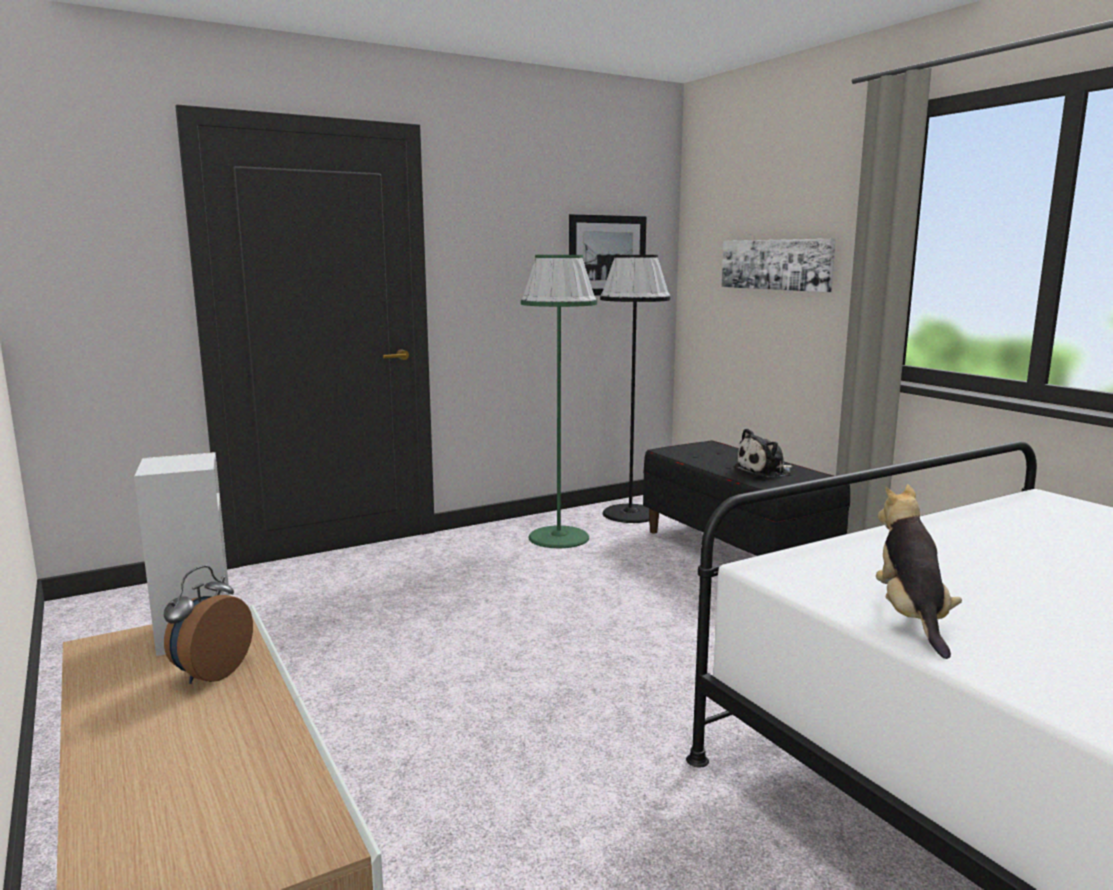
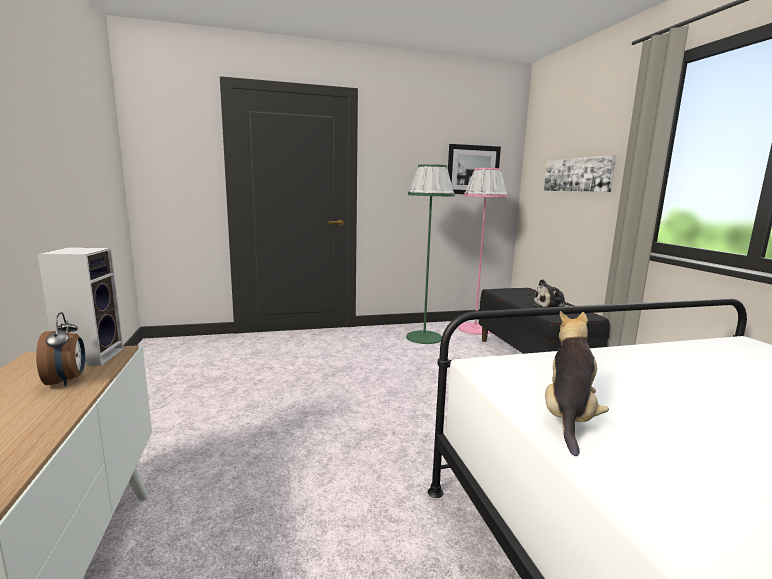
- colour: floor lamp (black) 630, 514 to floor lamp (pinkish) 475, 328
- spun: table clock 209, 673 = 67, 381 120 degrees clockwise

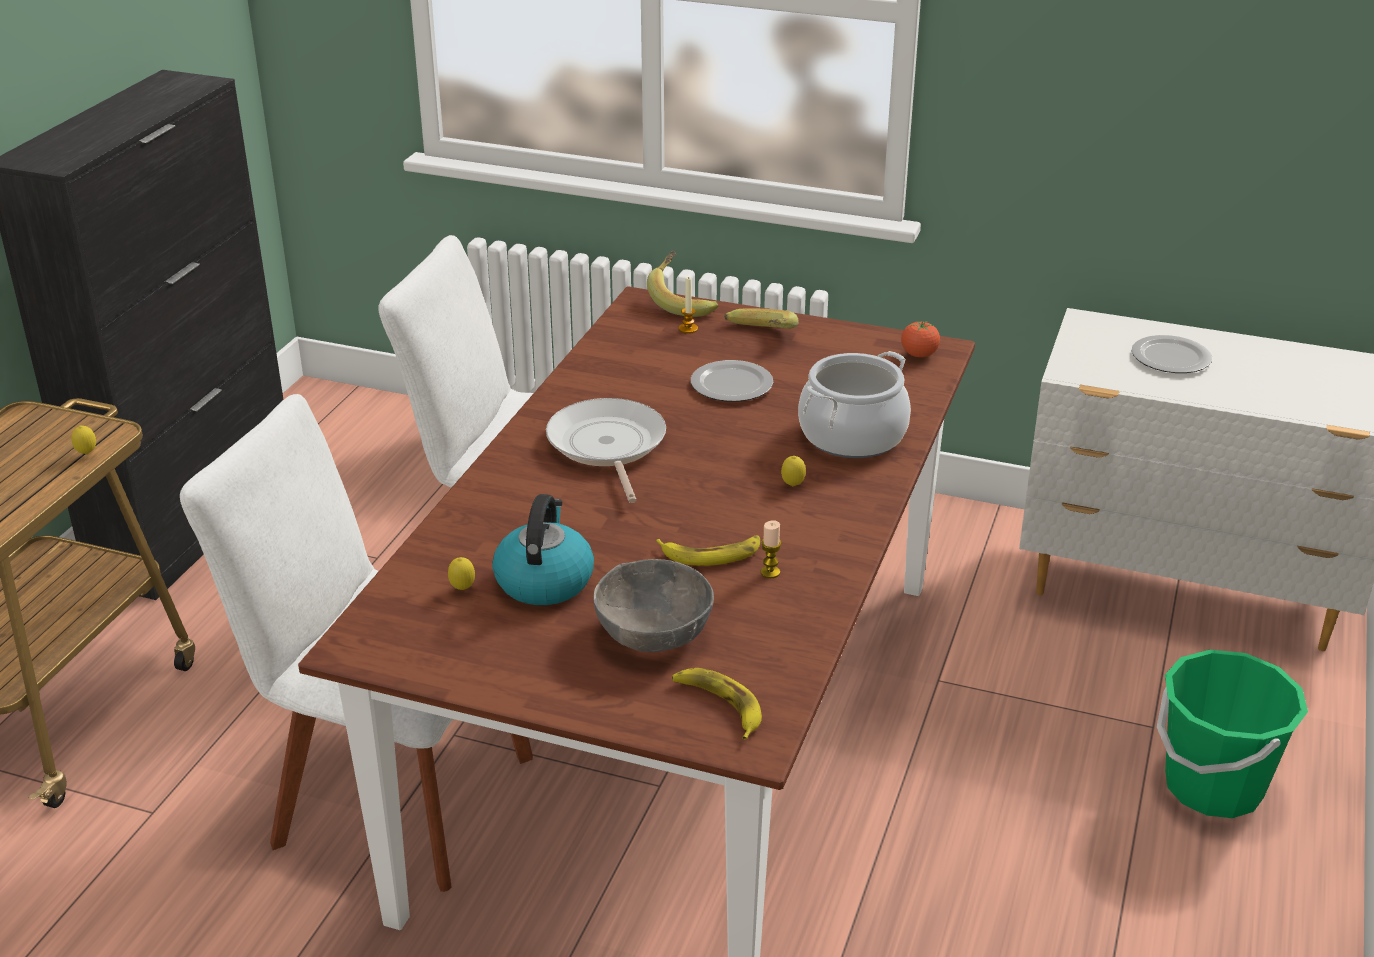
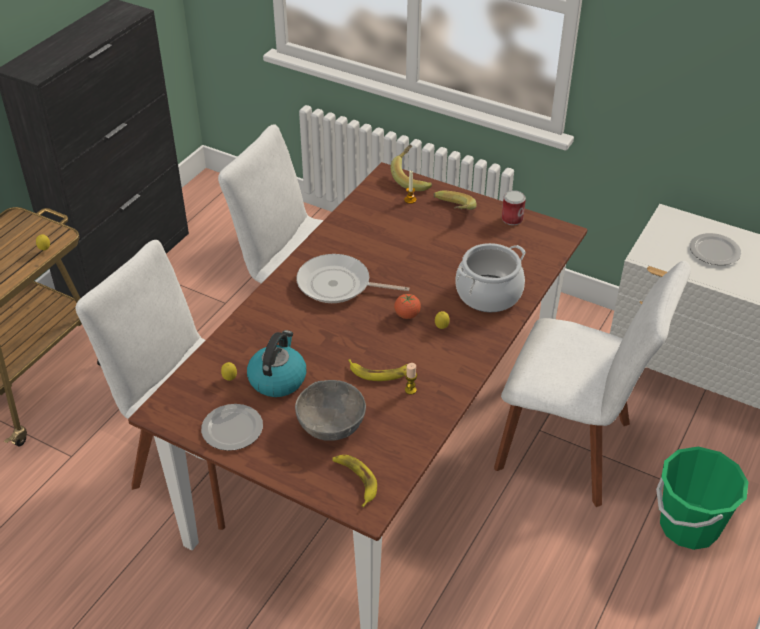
- relocated: whole tomato 919, 355 to 407, 315
- relocated: plate 731, 384 to 232, 428
- spun: skillet 607, 446 = 338, 285 75 degrees counterclockwise
- appeared: can 512, 219
- appeared: chair (white-coloured) 571, 448

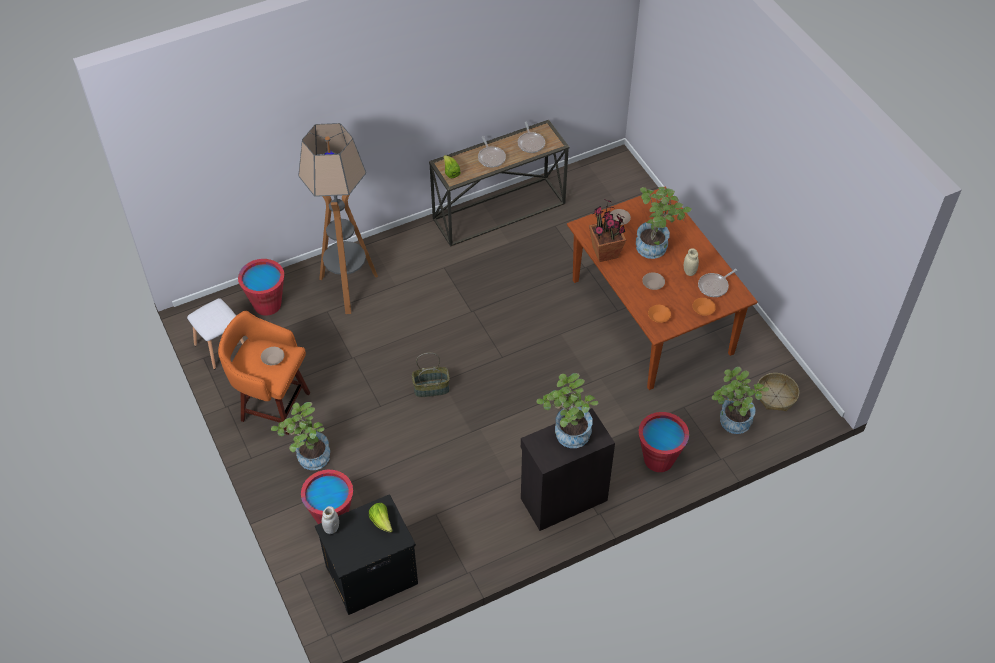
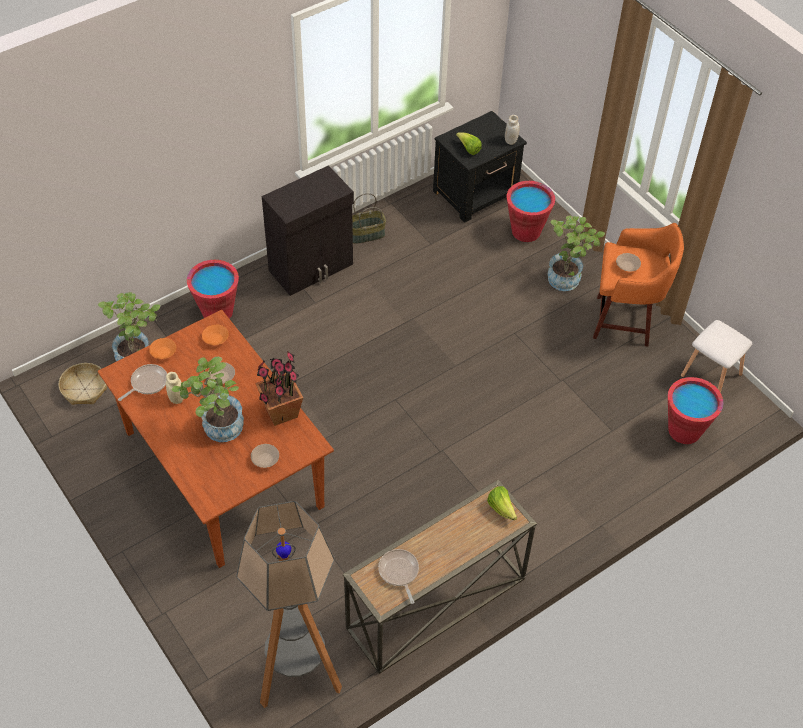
- relocated: floor lamp 348, 288 to 297, 676
- missing: skillet 491, 157
- relocated: storage basket 431, 388 to 366, 235
- missing: plant in a pot 567, 435

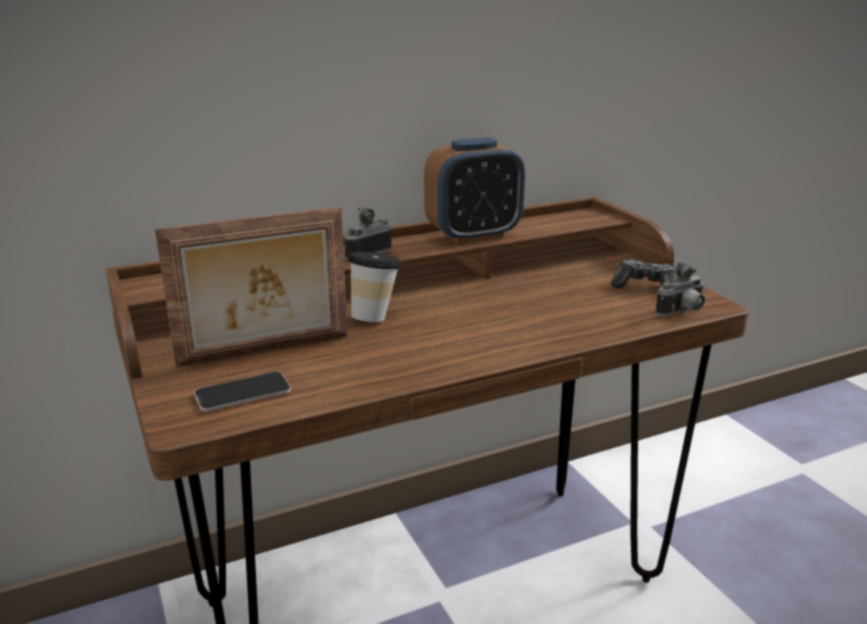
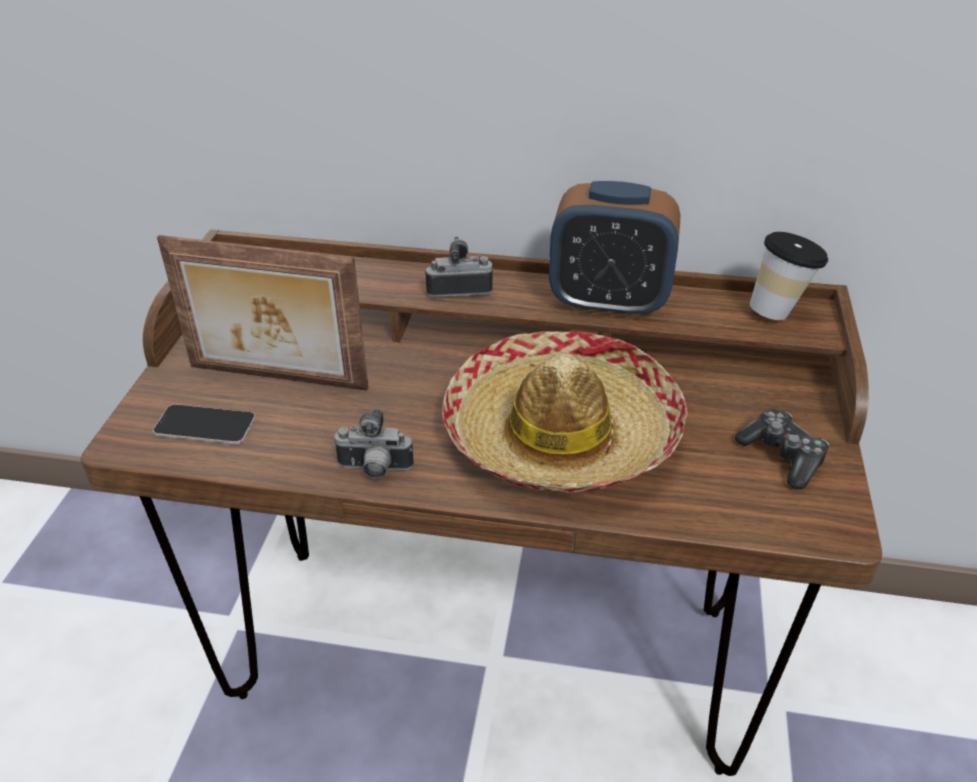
- relocated: small cup 375, 316 to 779, 310
- relocated: still camera 682, 312 to 374, 470
- appeared: hat 561, 432

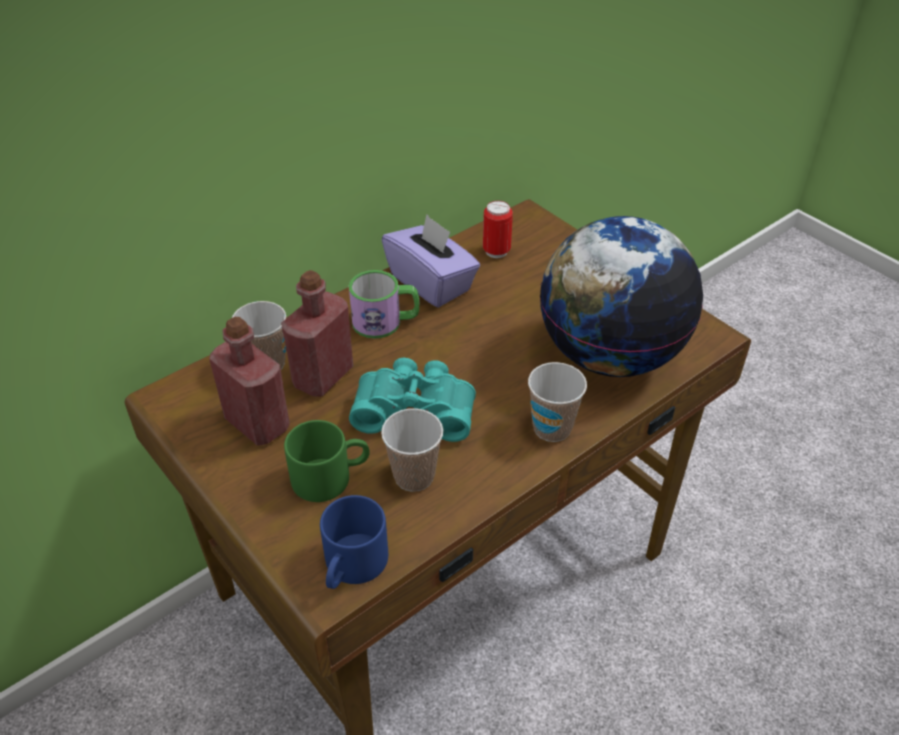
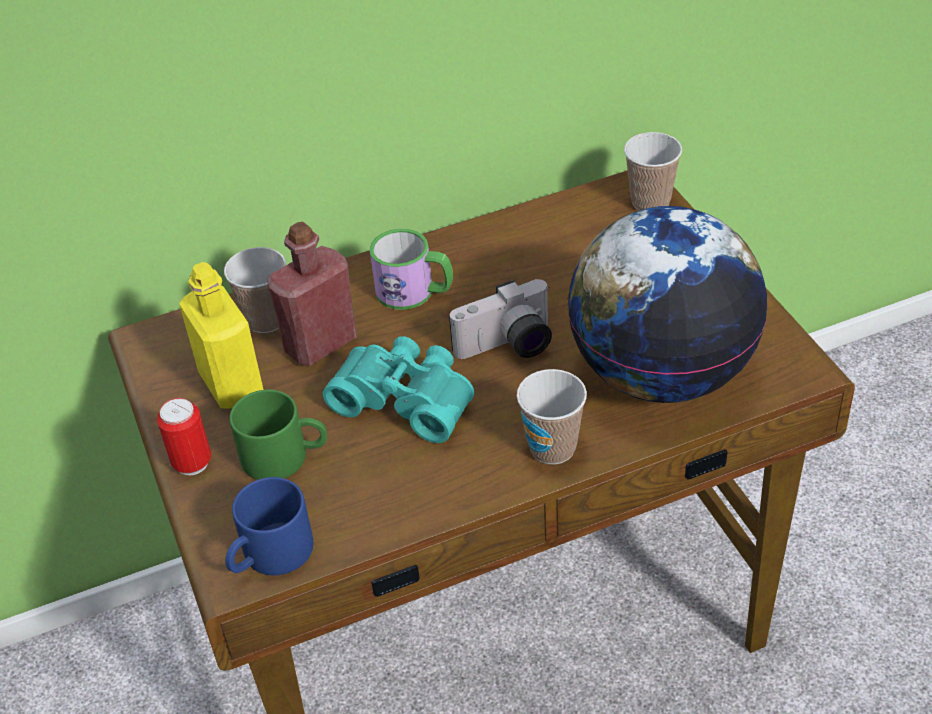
- relocated: can 496, 251 to 192, 463
- missing: box of tissues (purple-coloured) 431, 283
- colour: beverage bottle (red-coloured) 257, 423 to beverage bottle (yellow) 231, 384
- relocated: small cup 414, 476 to 650, 202
- appeared: still camera 508, 347

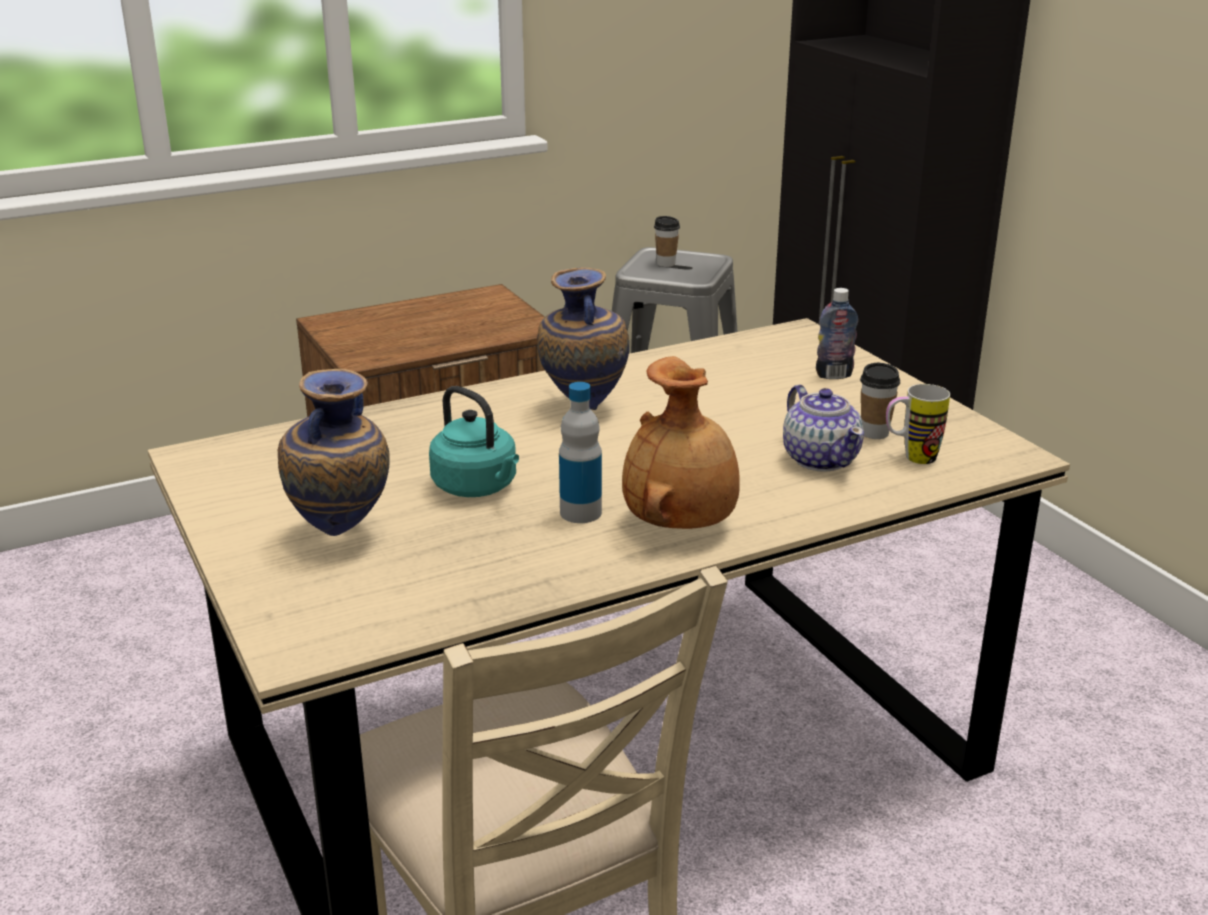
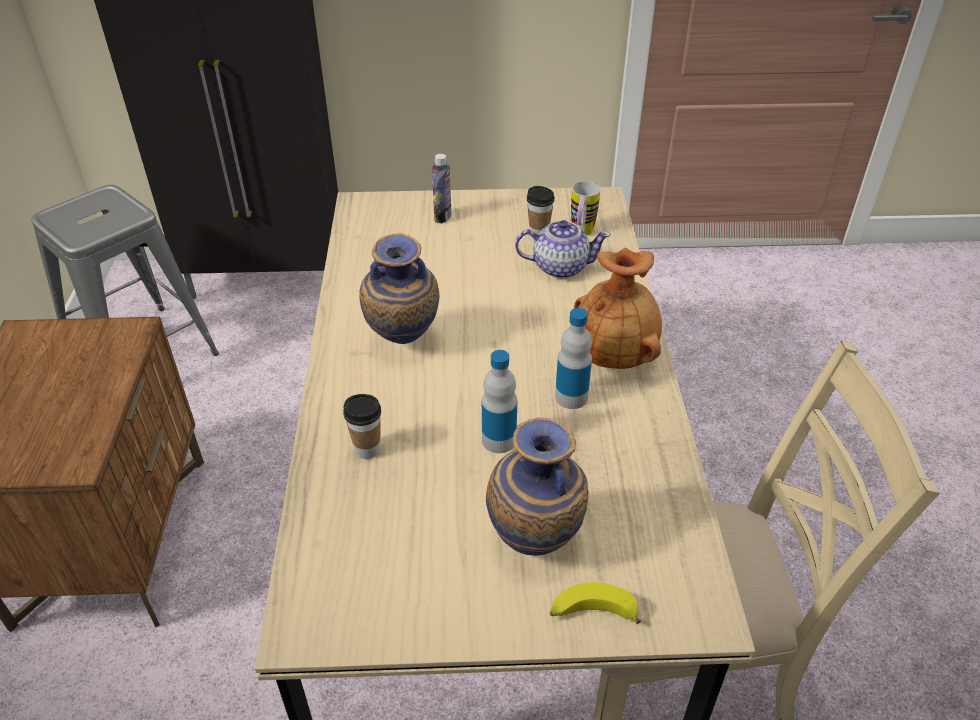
- relocated: small cup 666, 264 to 367, 449
- exchanged: tea kettle (blue-green) 478, 487 to beverage bottle 499, 440
- appeared: banana 592, 614

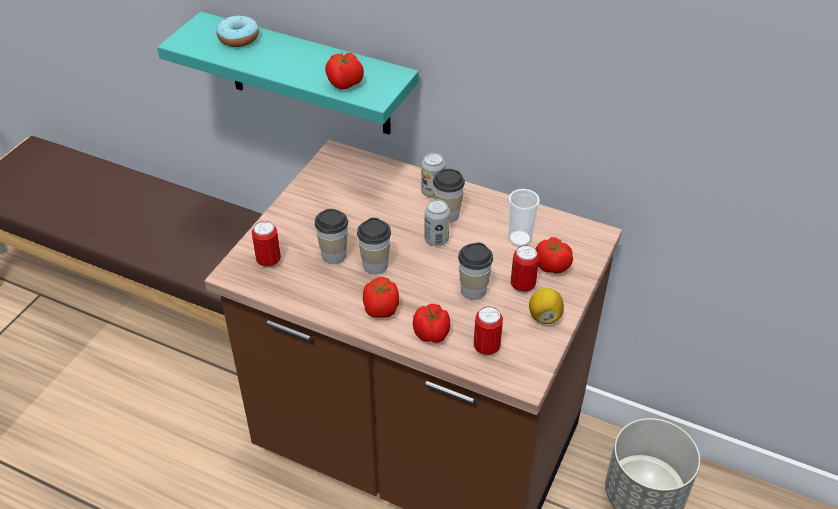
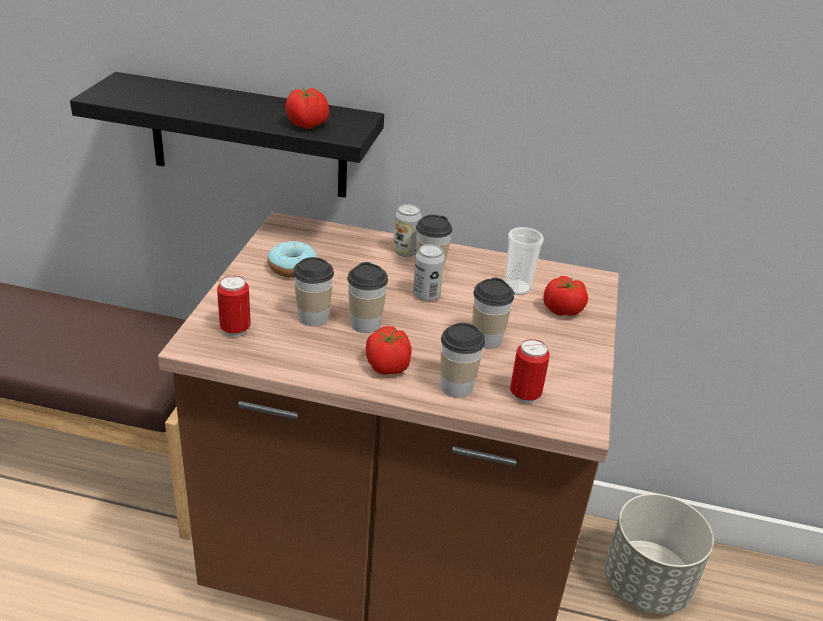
- colour: bracket shelf (blue-green) 308, 75 to bracket shelf (black) 248, 137
- relocated: donut 238, 38 to 292, 267
- missing: can 522, 286
- missing: whole lemon 544, 316
- exchanged: whole tomato 432, 334 to small cup 456, 387

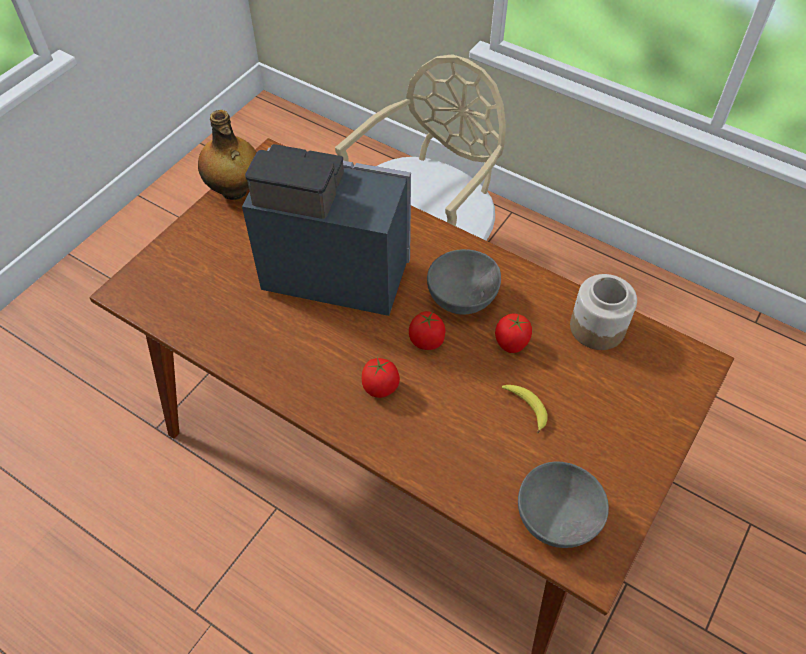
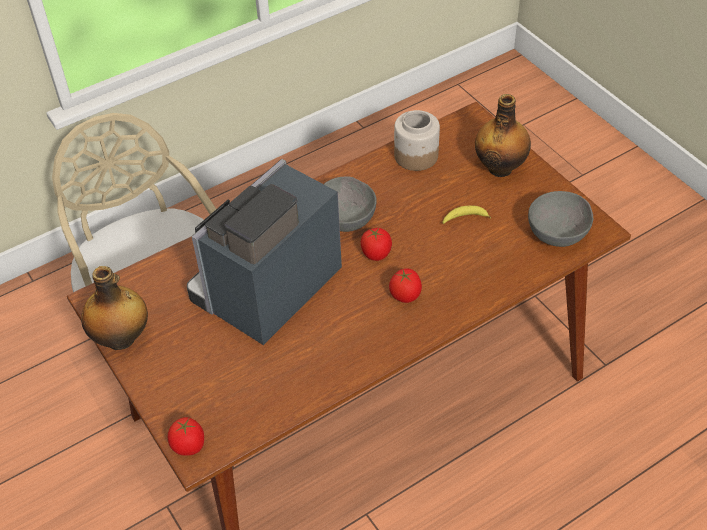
- relocated: whole tomato 511, 343 to 189, 446
- appeared: beverage bottle 500, 167

